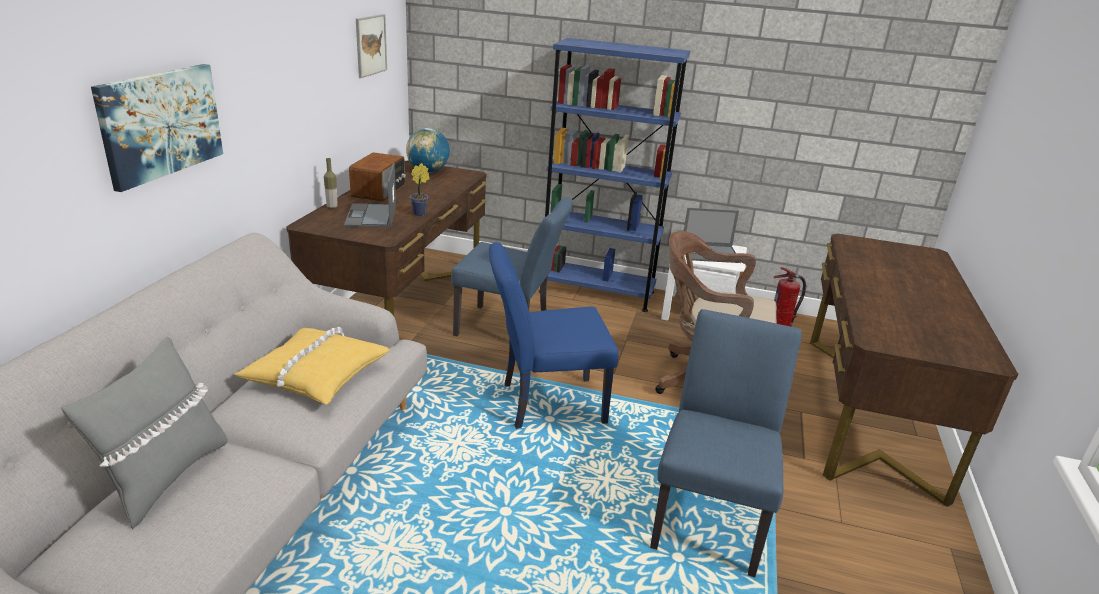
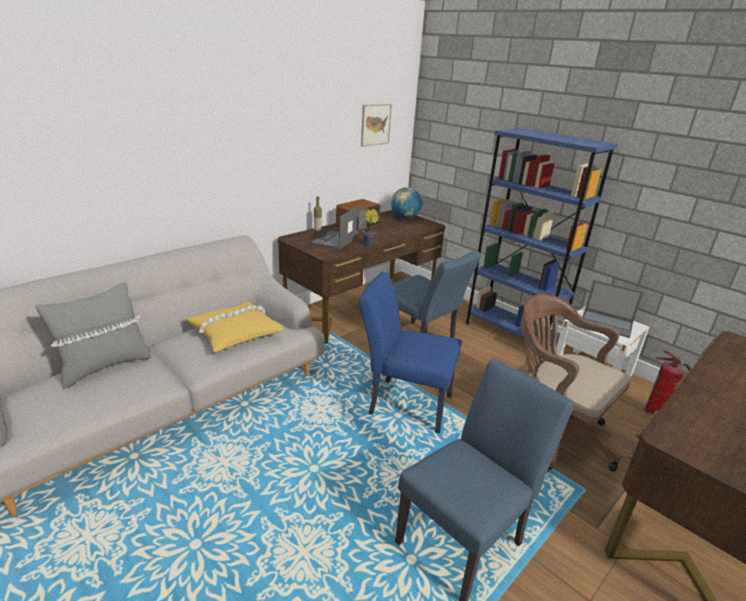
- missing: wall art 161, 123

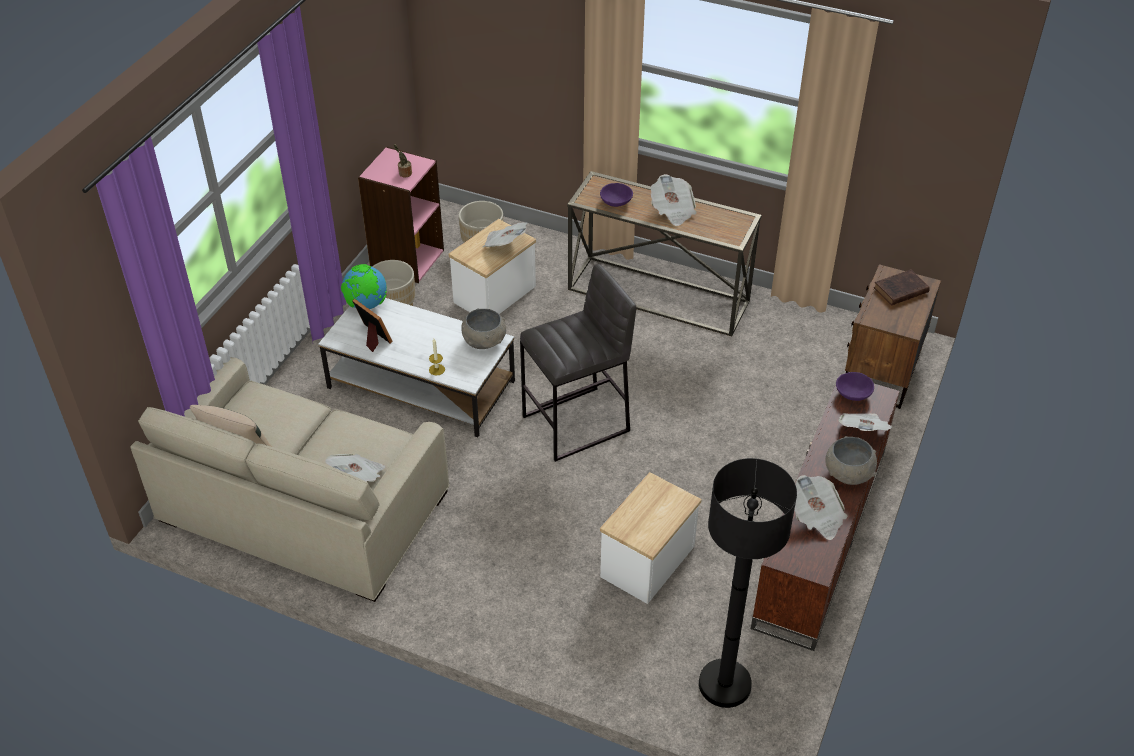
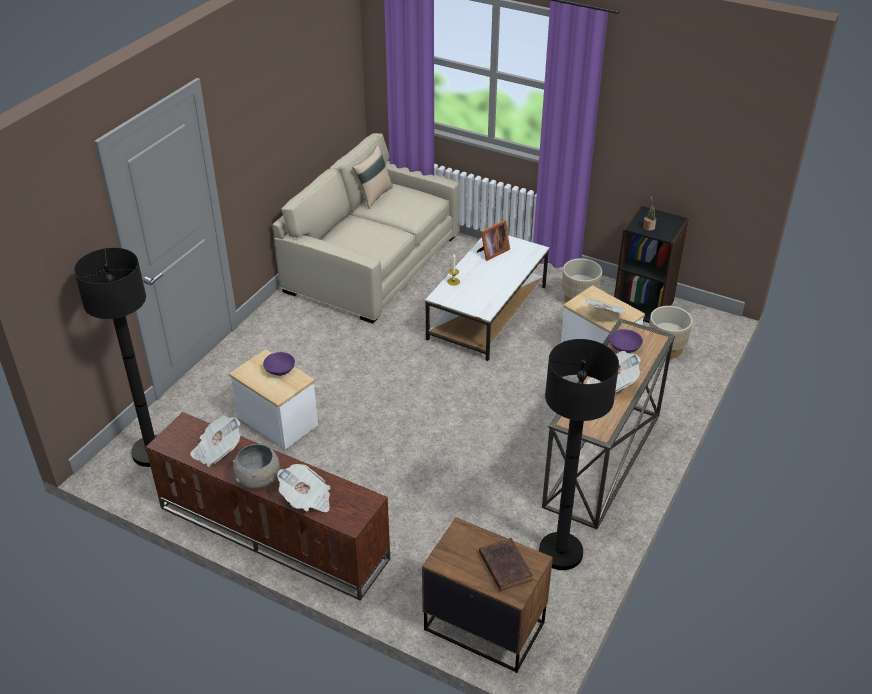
- colour: bookcase (pinkish) 406, 259 to bookcase (black) 643, 305
- missing: world globe 366, 305
- missing: stool (grey) 577, 424
- missing: deep dish (grey) 484, 342
- relocated: deep dish (purple-coloured) 853, 394 to 280, 370
- missing: daily paper 358, 477
- appeared: floor lamp (black) 560, 552

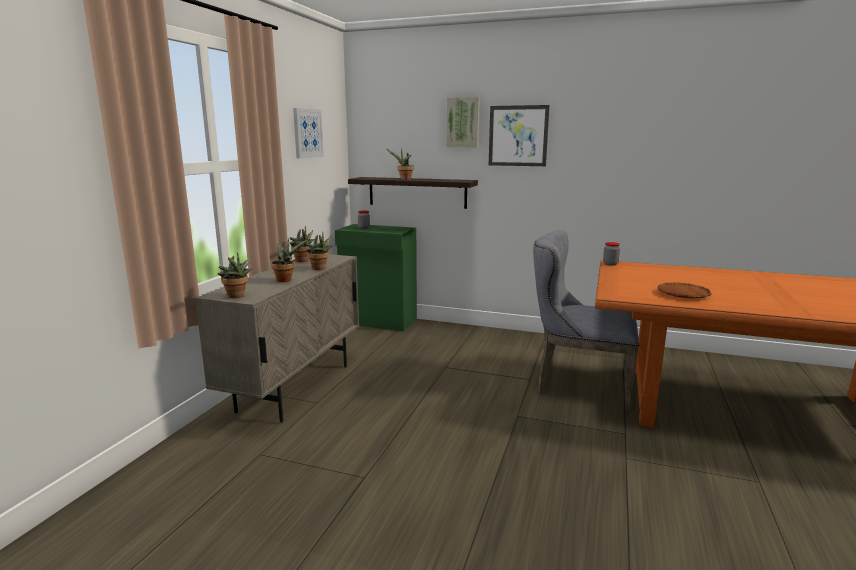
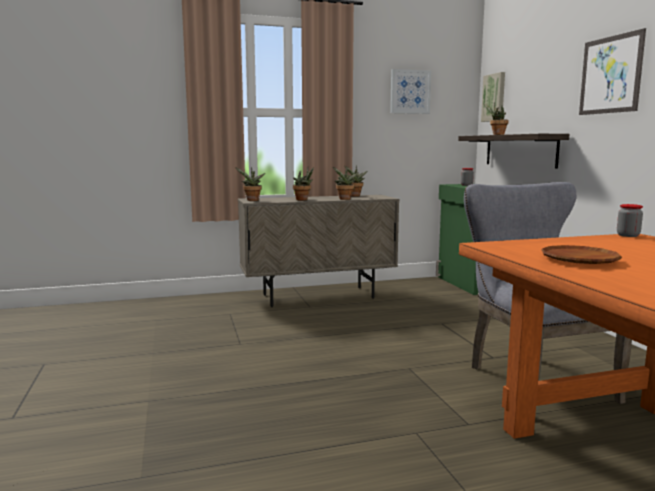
- relocated: wall art 463, 122 to 494, 97

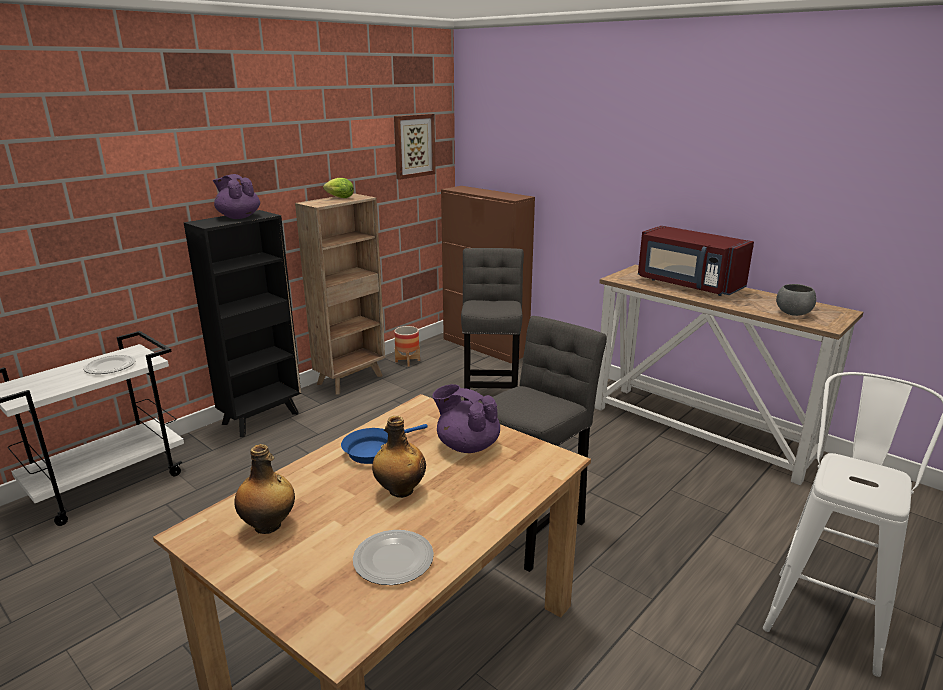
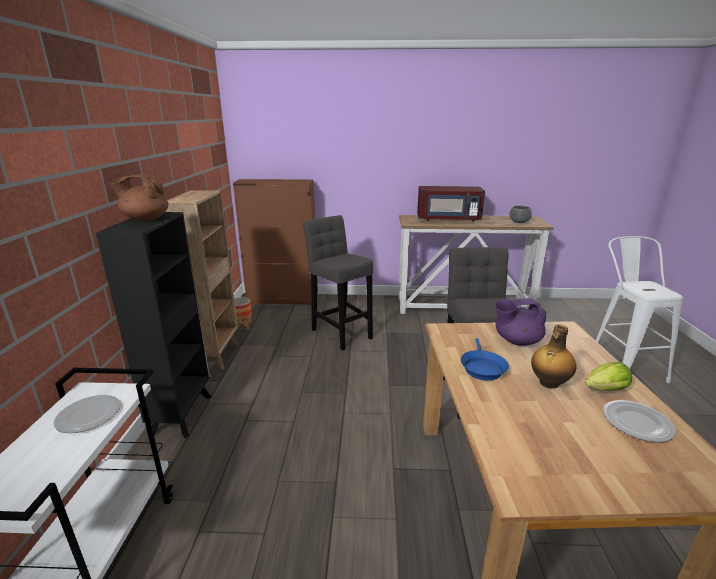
- missing: wall art 413, 146
- colour: pot for tea (purple-coloured) 238, 217 to pot for tea (brown-coloured) 145, 219
- relocated: head of lettuce 338, 198 to 603, 390
- missing: beverage bottle 269, 526

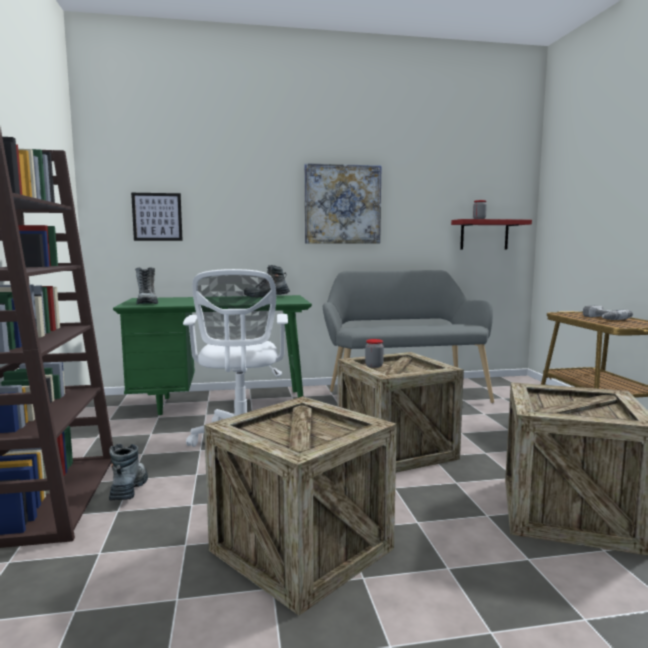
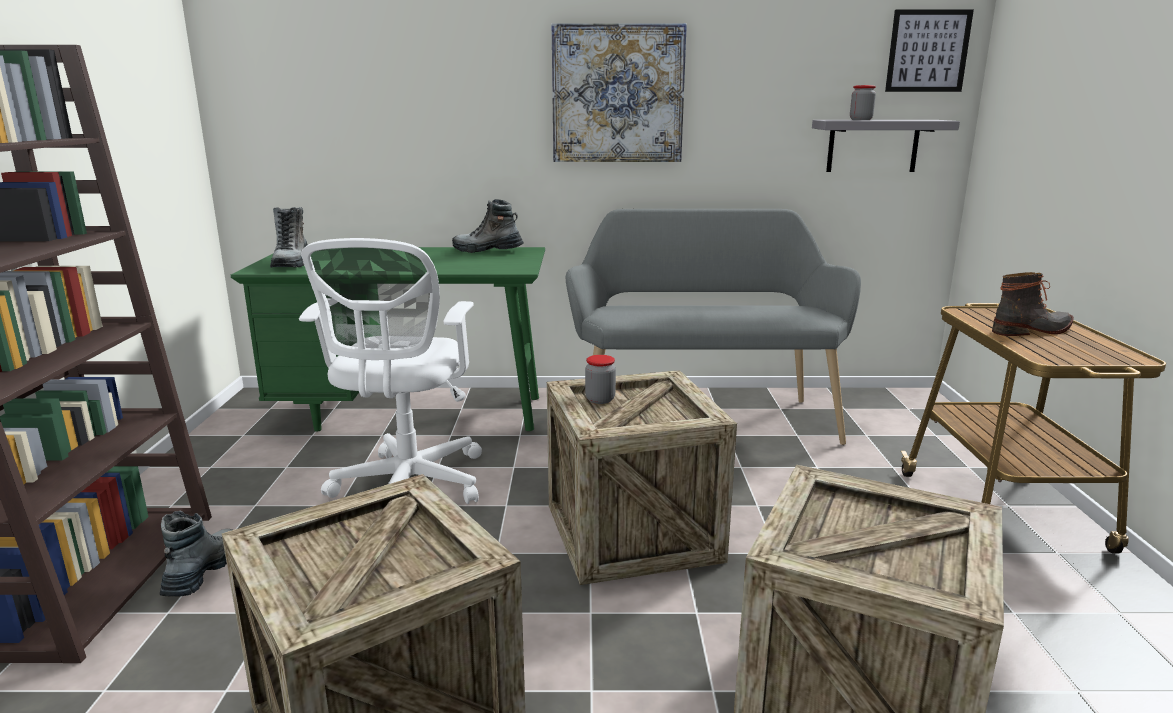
- relocated: wall art 157, 217 to 927, 51
- colour: bracket shelf (red-coloured) 484, 234 to bracket shelf (grey) 872, 146
- exchanged: electric drill 601, 318 to high-top boot 1033, 330

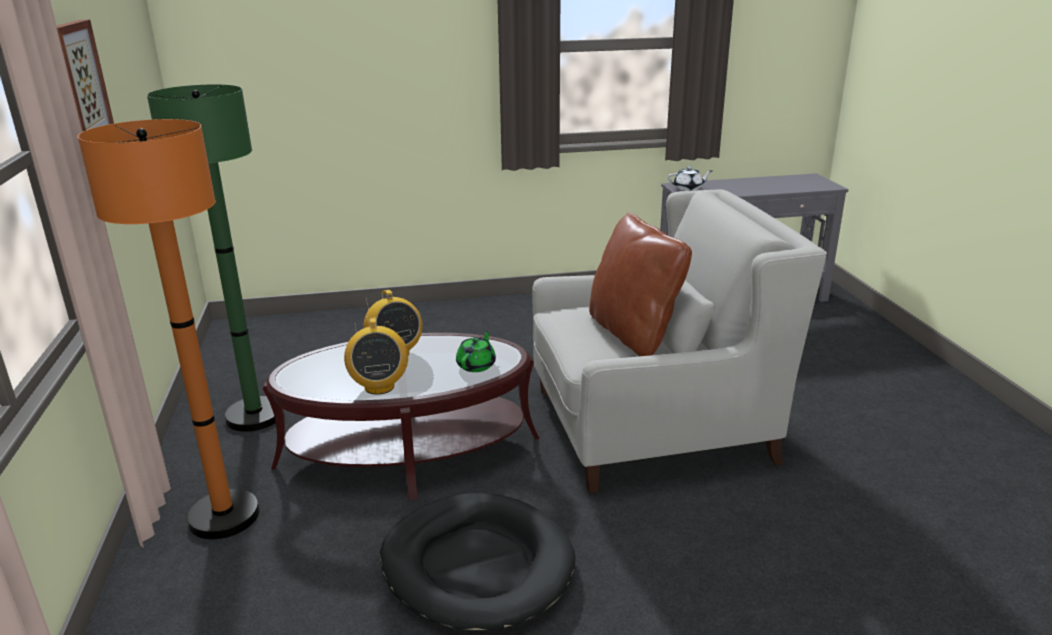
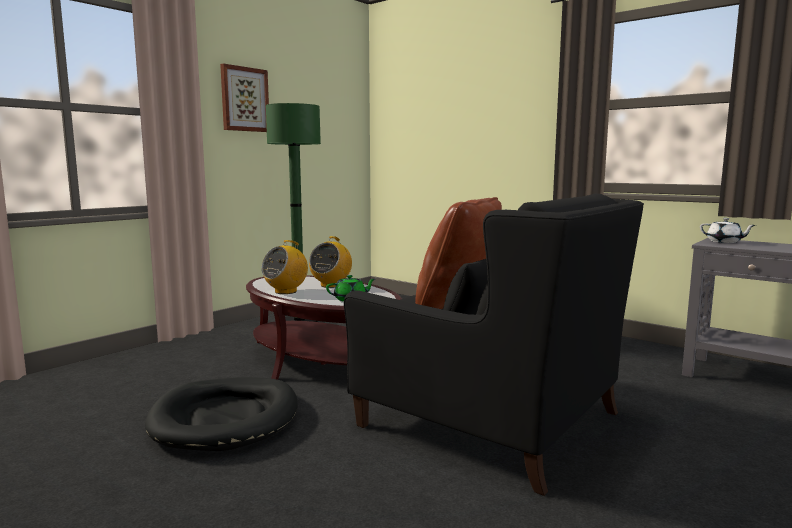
- missing: floor lamp (orange-coloured) 224, 516
- colour: lounge chair (white-coloured) 651, 425 to lounge chair (black) 489, 418

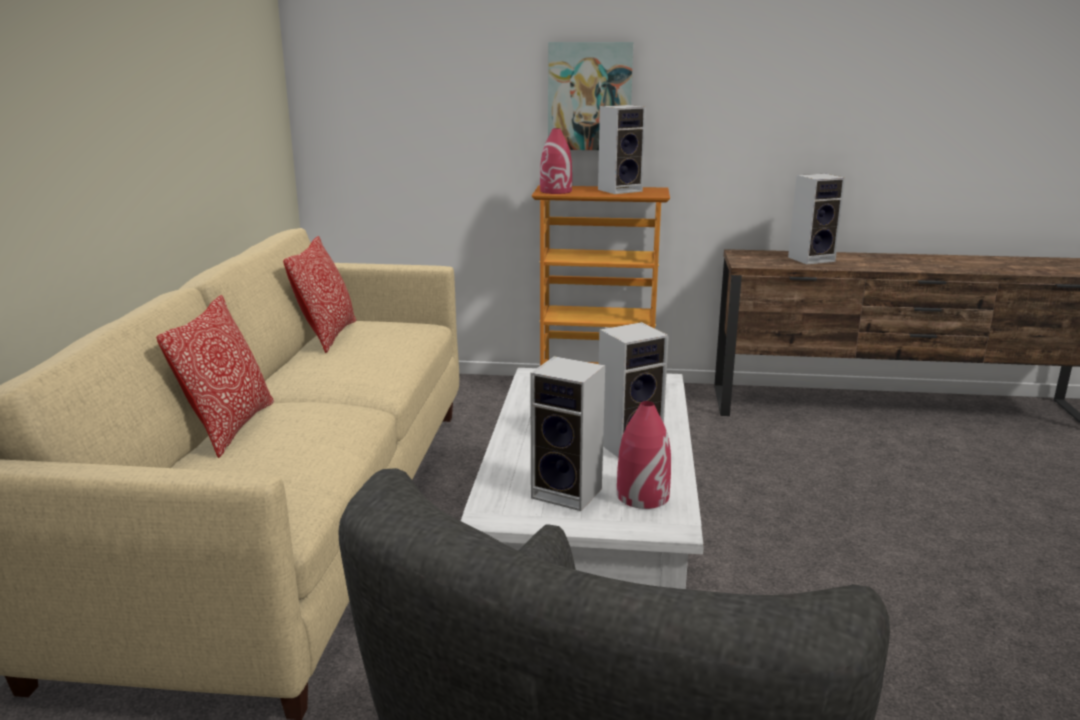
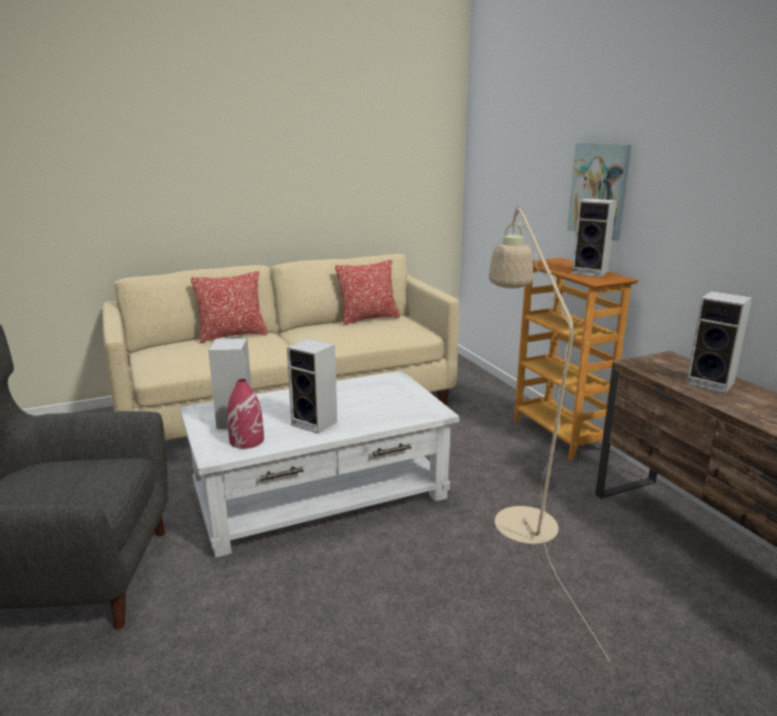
- missing: decorative vase (red-coloured) 556, 191
- appeared: floor lamp (beige-coloured) 519, 514

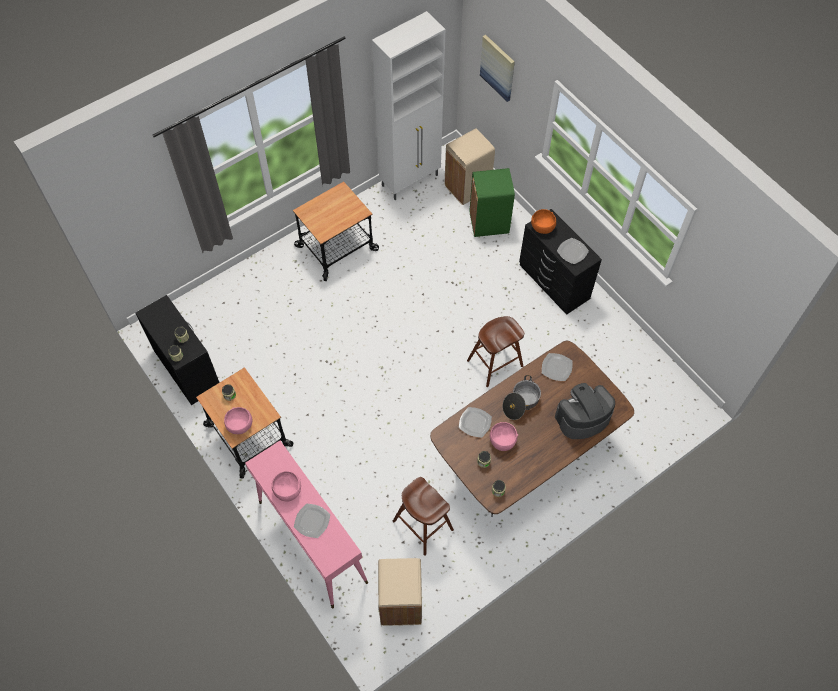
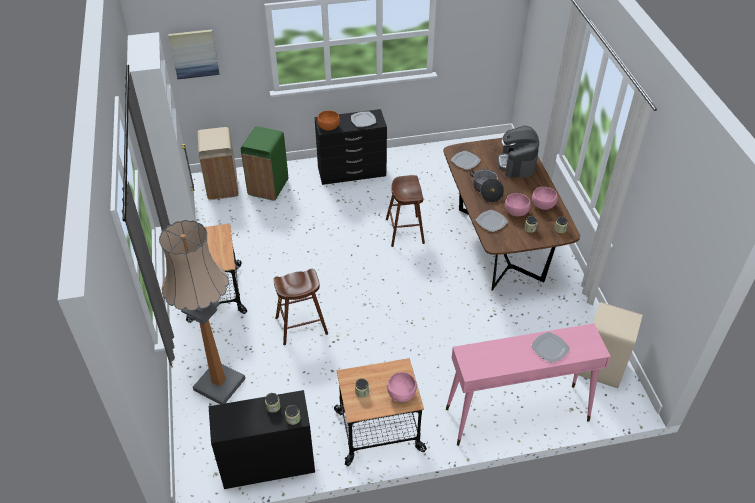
- relocated: deep dish (pinkish) 288, 490 to 543, 205
- relocated: stool (brown-coloured) 423, 525 to 302, 325
- appeared: floor lamp 219, 384

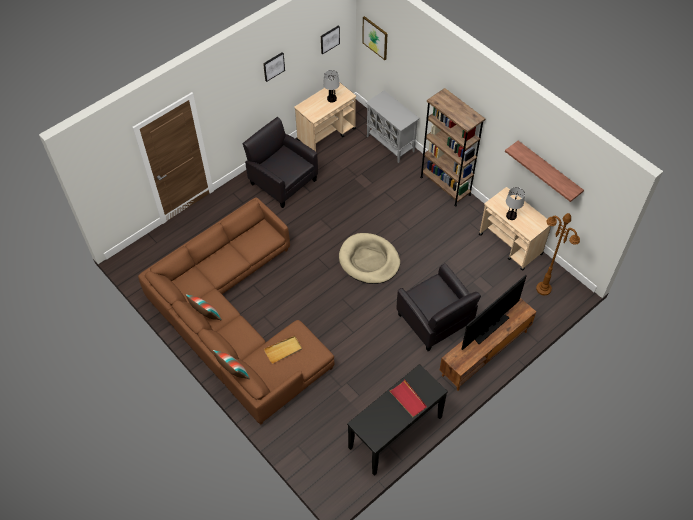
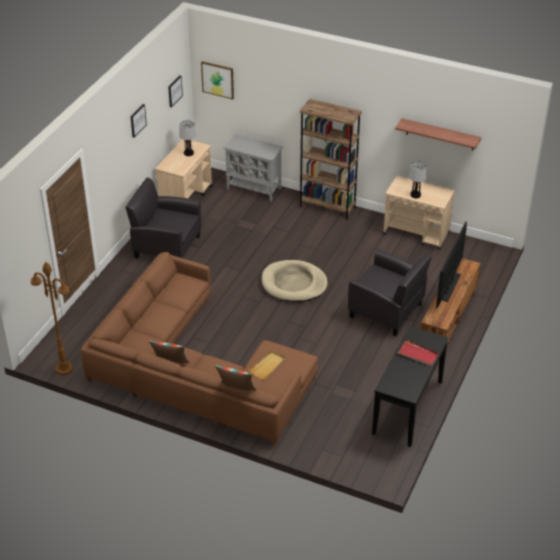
- relocated: floor lamp (brown-coloured) 543, 288 to 63, 369

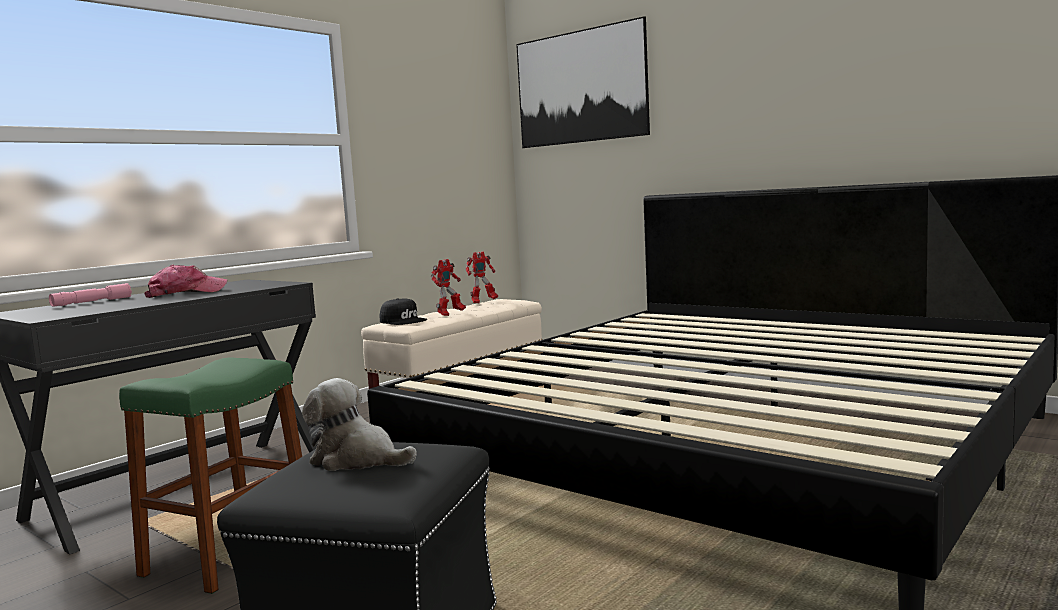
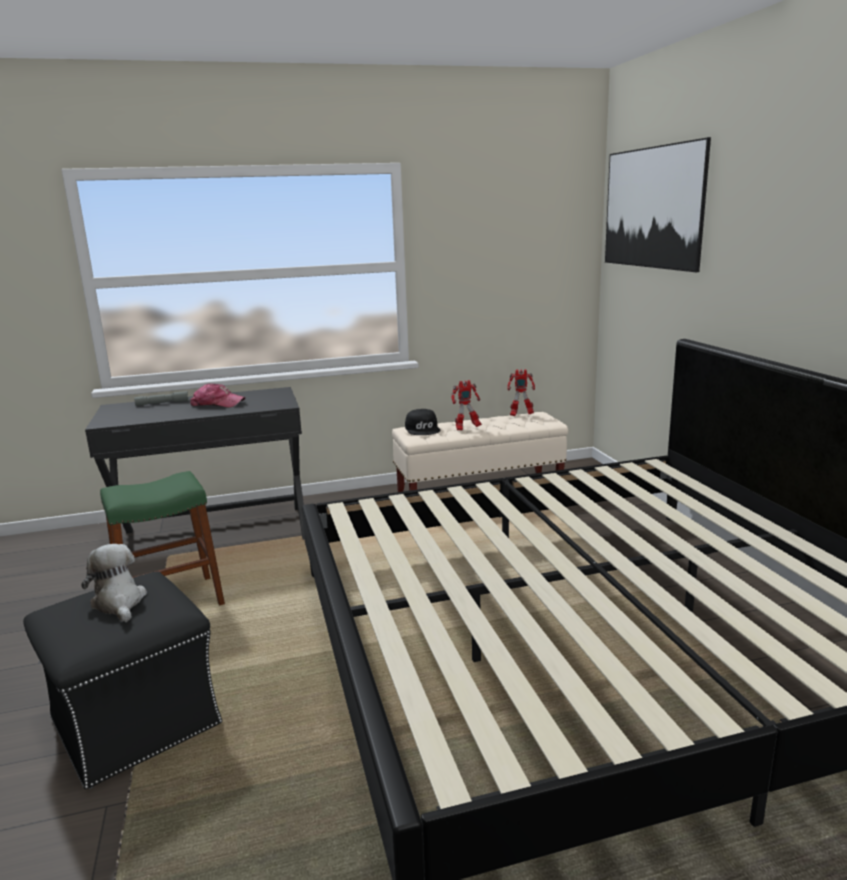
- colour: torch (pinkish) 92, 302 to torch (grey) 162, 403

